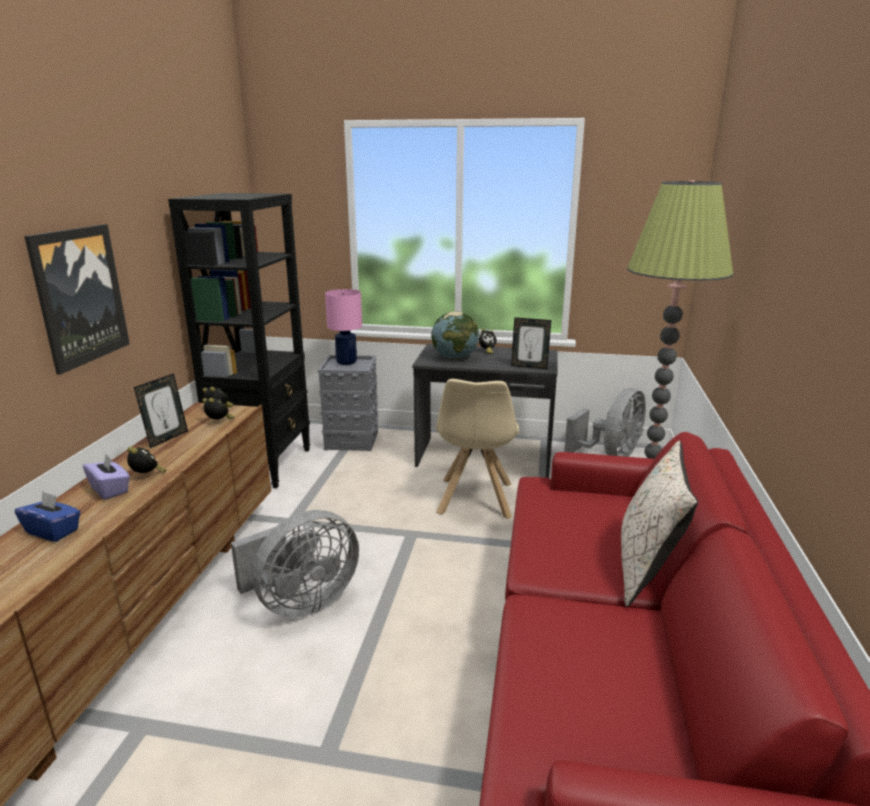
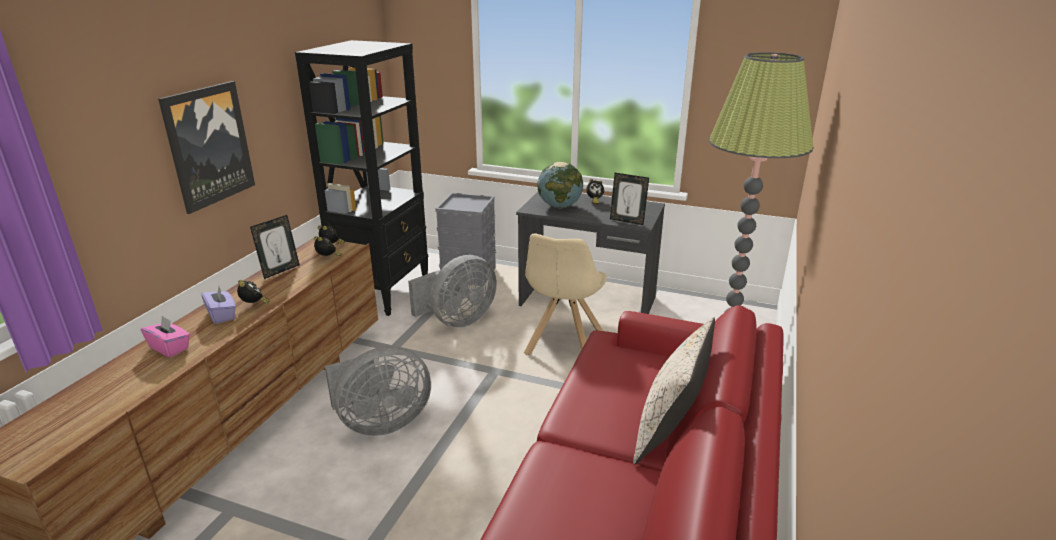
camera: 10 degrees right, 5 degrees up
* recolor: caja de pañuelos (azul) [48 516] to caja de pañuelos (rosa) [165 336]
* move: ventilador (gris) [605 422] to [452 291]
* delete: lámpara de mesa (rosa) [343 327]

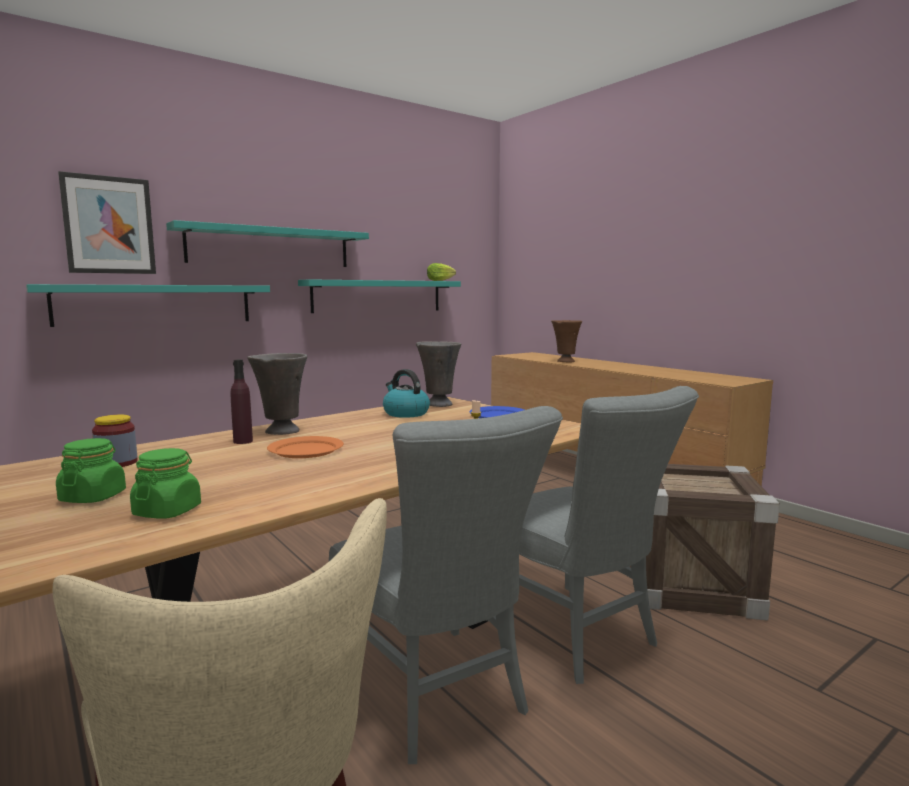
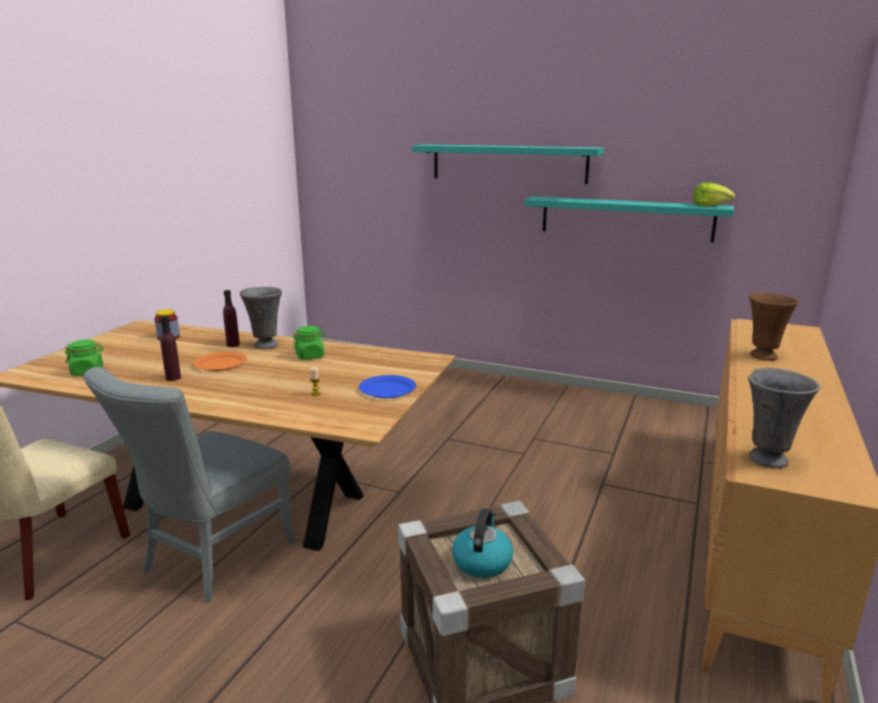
camera: 60 degrees right, 10 degrees up
* insert: botella (morado) [170 348]
* move: tarro (verde) [91 470] to [309 343]
* move: hervidor [406 393] to [482 543]
* move: florero (gris) [439 374] to [784 418]
* delete: estante (turquesa) [148 305]
* delete: cuadro [107 222]
* delete: silla (gris) [592 535]

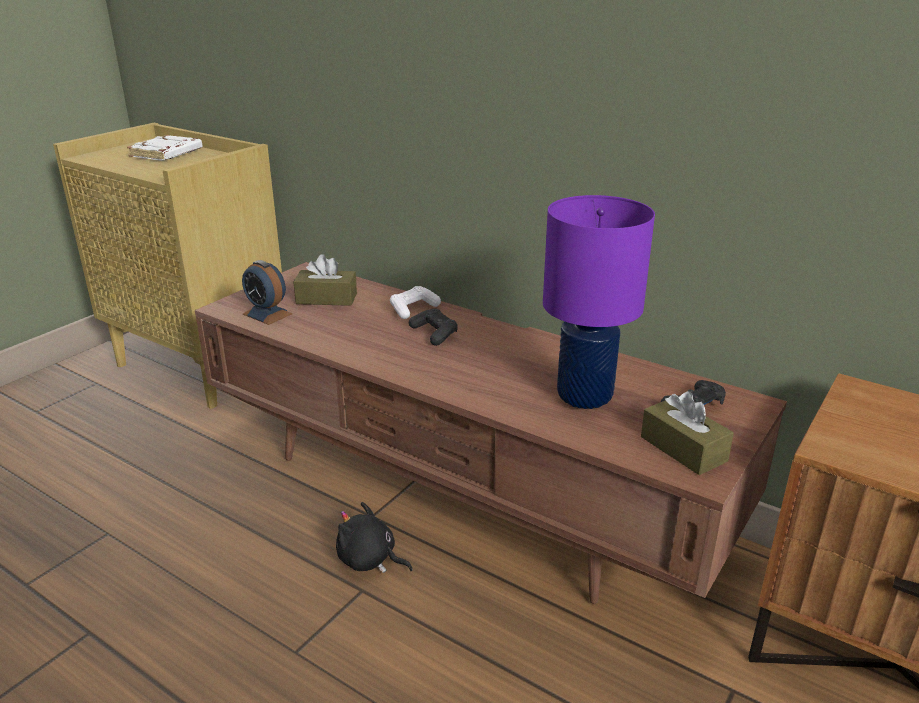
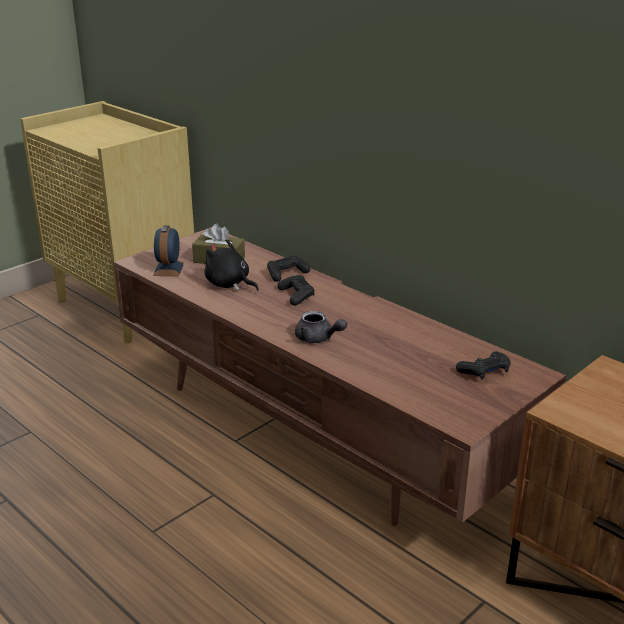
camera: 10 degrees right, 0 degrees up
* rotate: despertador [267 292] = [168 250] 45 degrees clockwise
* move: peluche (negro) [374 537] to [232 265]
* recolor: mando de consola (blanco) [415 302] to mando de consola (negro) [288 268]
* insert: tetera (gris) [321 327]
* delete: libro (blanco) [165 148]
* delete: lámpara de mesa (morado) [599 302]
* delete: caja de pañuelos (marrón) [687 433]

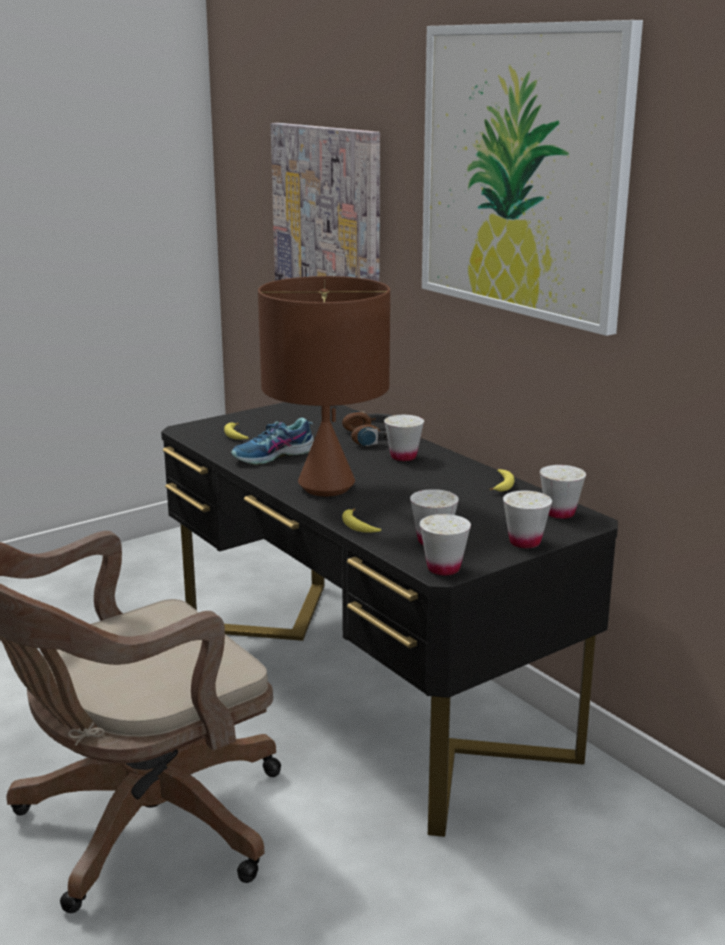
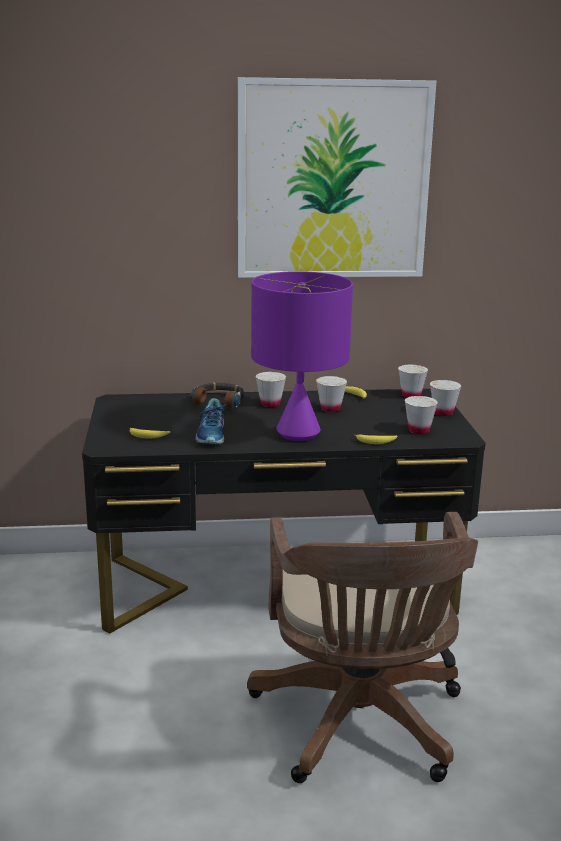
camera: 60 degrees left, 0 degrees up
* recolor: lámpara de mesa (marrón) [324 386] to lámpara de mesa (morado) [302 356]
* move: taza (blanco) [445 544] to [331 394]
* delete: cuadro [325 202]

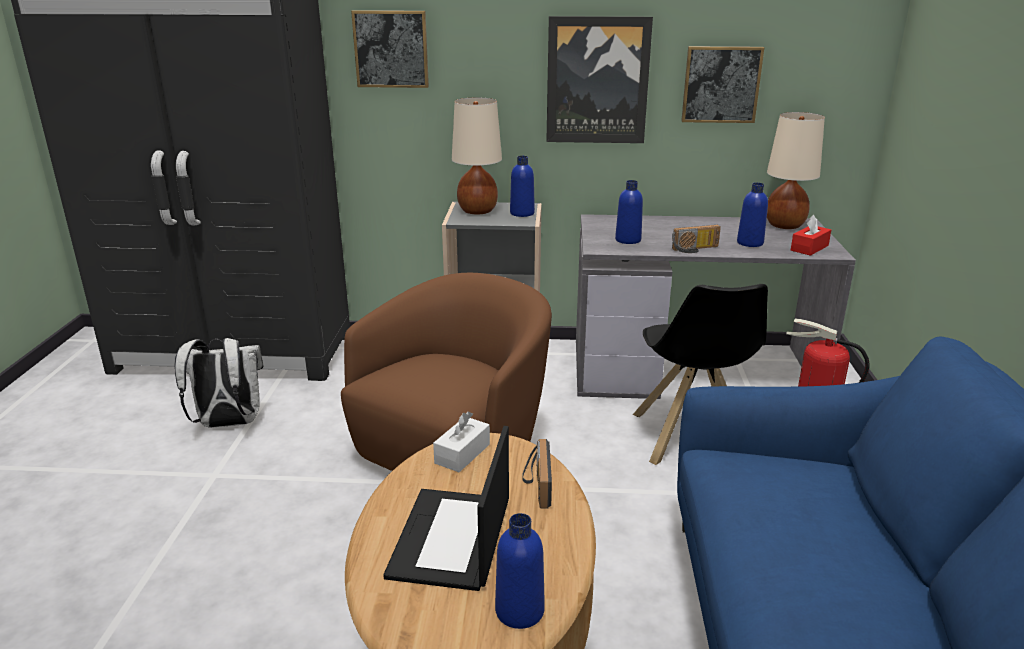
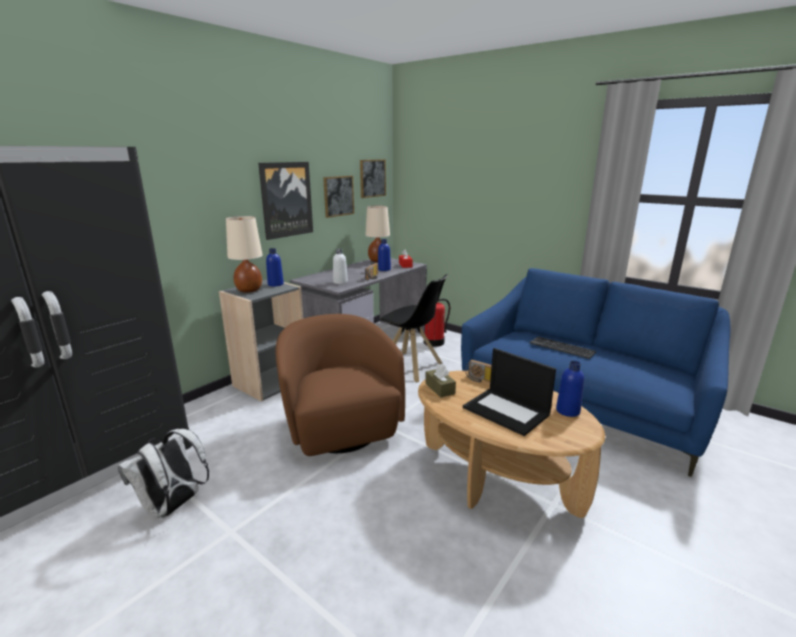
camera: 55 degrees left, 5 degrees down
* recolor: botella (azul) [629 212] to botella (blanco) [340 266]
* move: cuadro [390 49] to [373 178]
* recolor: caja de pañuelos (blanco) [461 441] to caja de pañuelos (marrón) [440 381]
* insert: teclado [562 348]

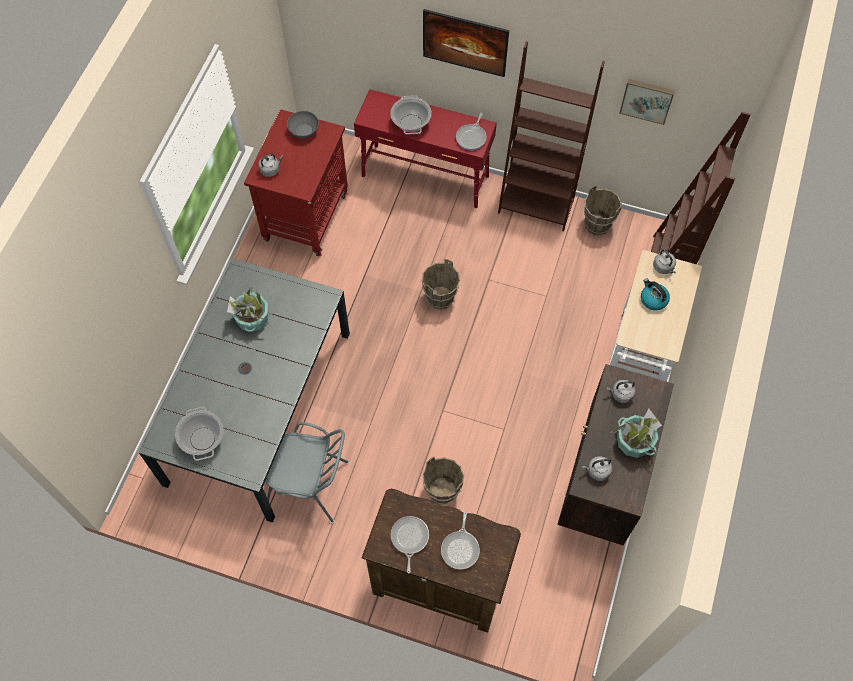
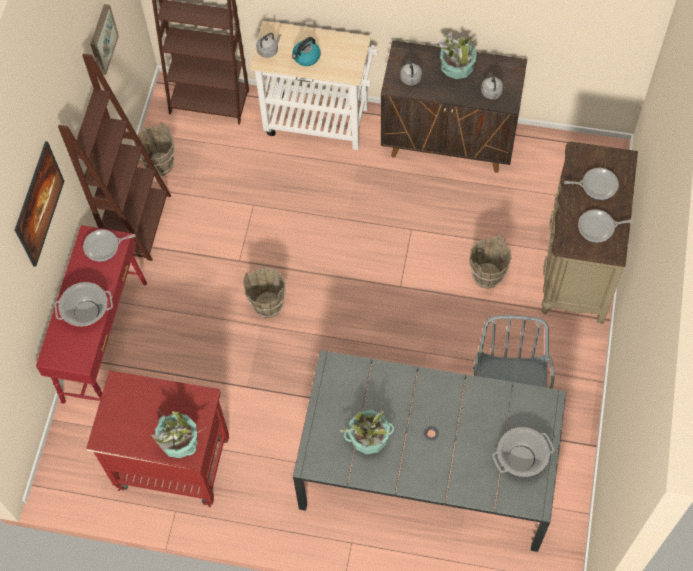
camera: 95 degrees left, 0 degrees up
* rotate: sartén [471 131] = [109 245] 150 degrees clockwise
* replace: hervidor (gris) [270 165] to planta en maceta [179 434]
* delete: cuenco (gris) [303 124]

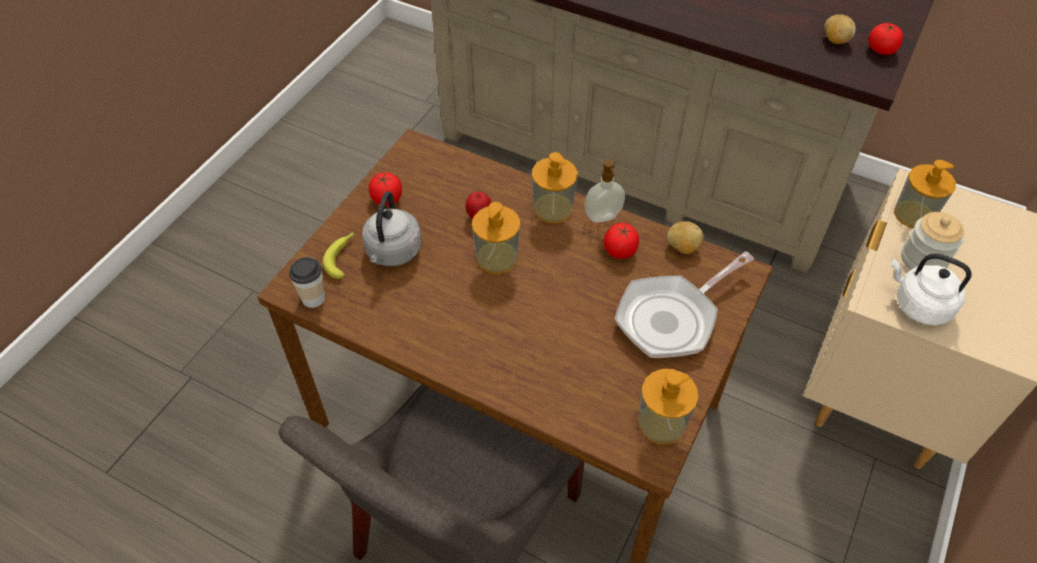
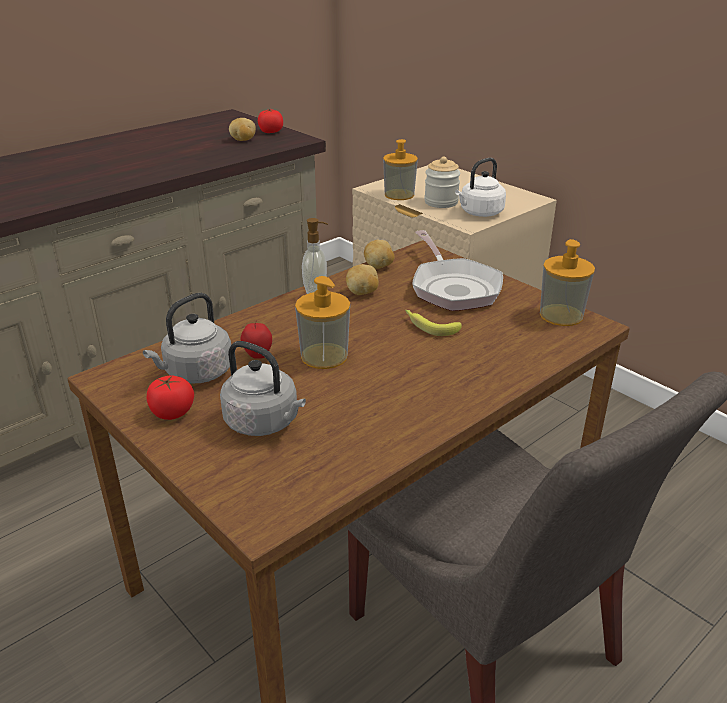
camera: 70 degrees left, 20 degrees down
* insert: hervidor (gris) [187 338]
* replace: tomate [621 241] to patata [362 279]
* move: plátano [338 255] to [433 323]
* delete: taza [307 282]
* delete: dispensador de jabón [555 187]

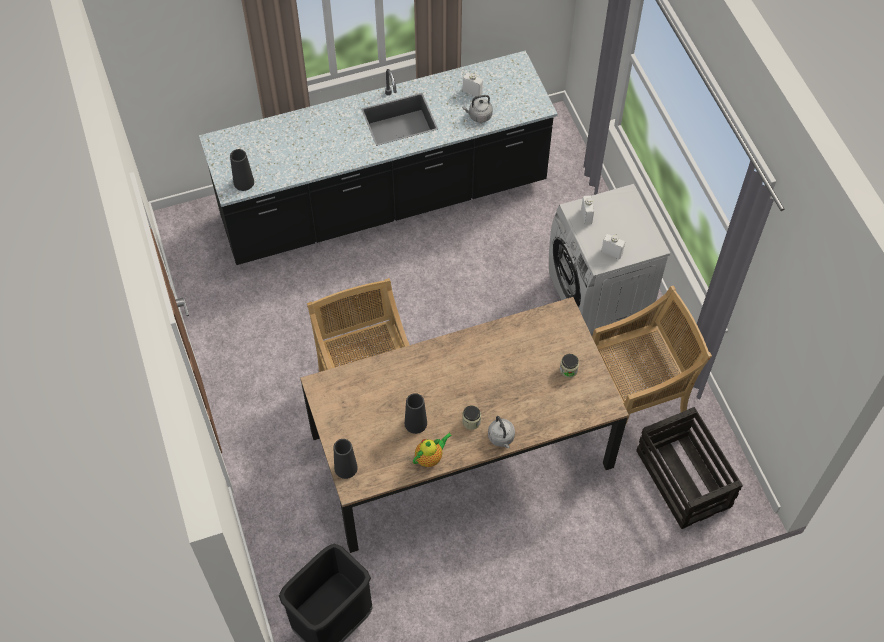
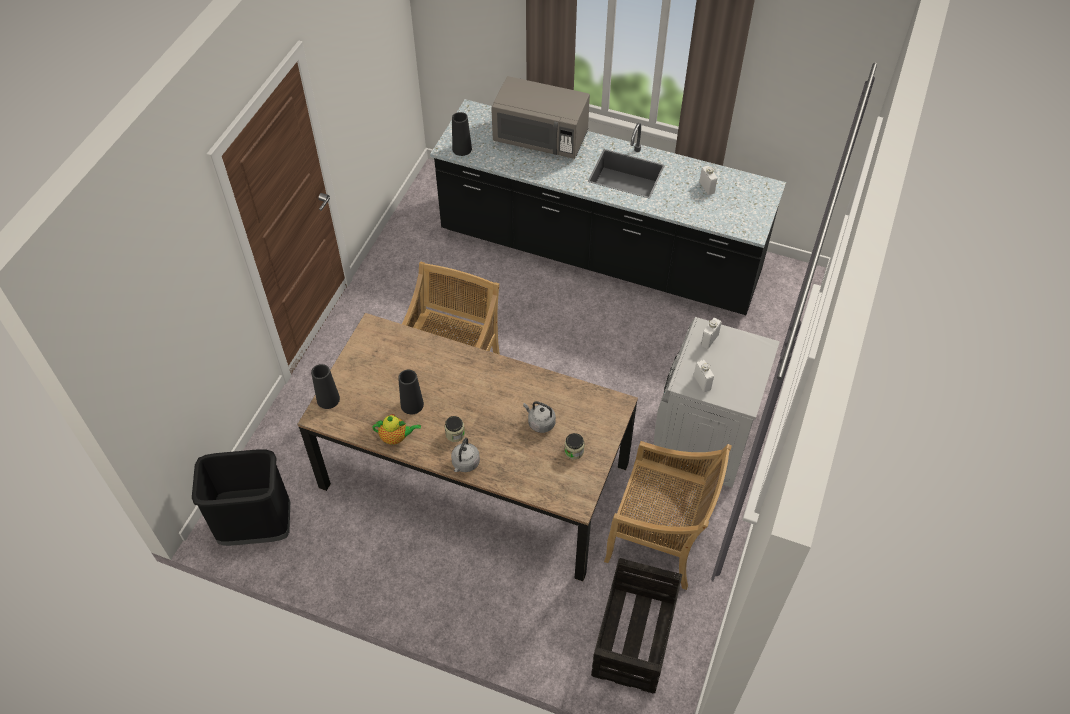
camera: 40 degrees right, 5 degrees down
* insert: microondas (gris) [540 117]
* move: hervidor (gris) [477 109] to [539 417]

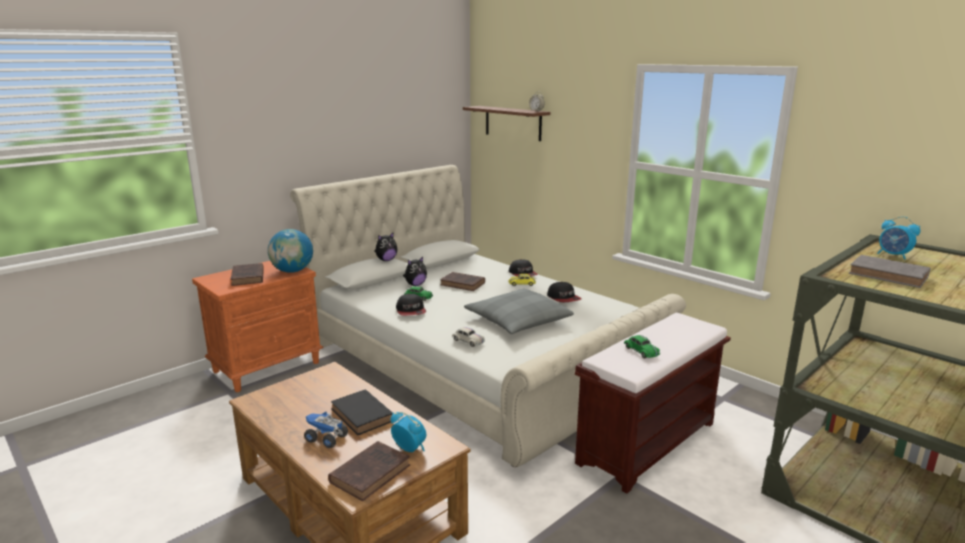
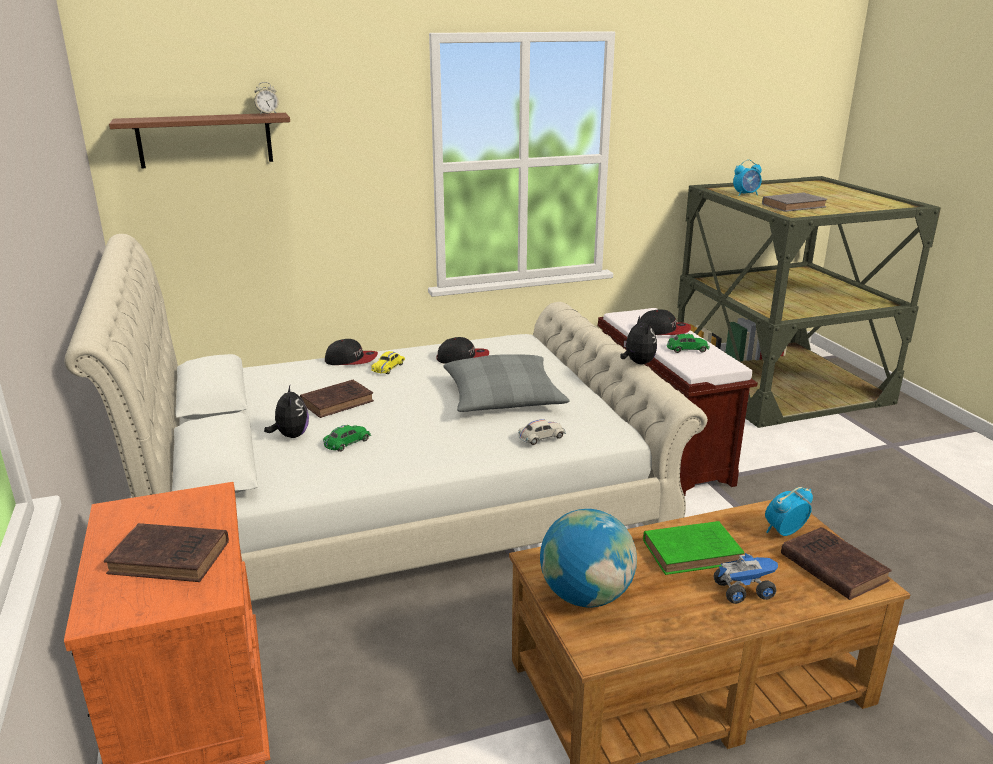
camera: 65 degrees left, 5 degrees up
* move: globo terráqueo [290 251] to [588 558]
* move: peluche [385 247] to [638 340]
* move: gorra [411 305] to [665 322]
* recolor: libro (negro) [361 412] to libro (verde) [693 548]
* rotate: camión de juguete [326 429] = [746 578] 150 degrees counterclockwise

